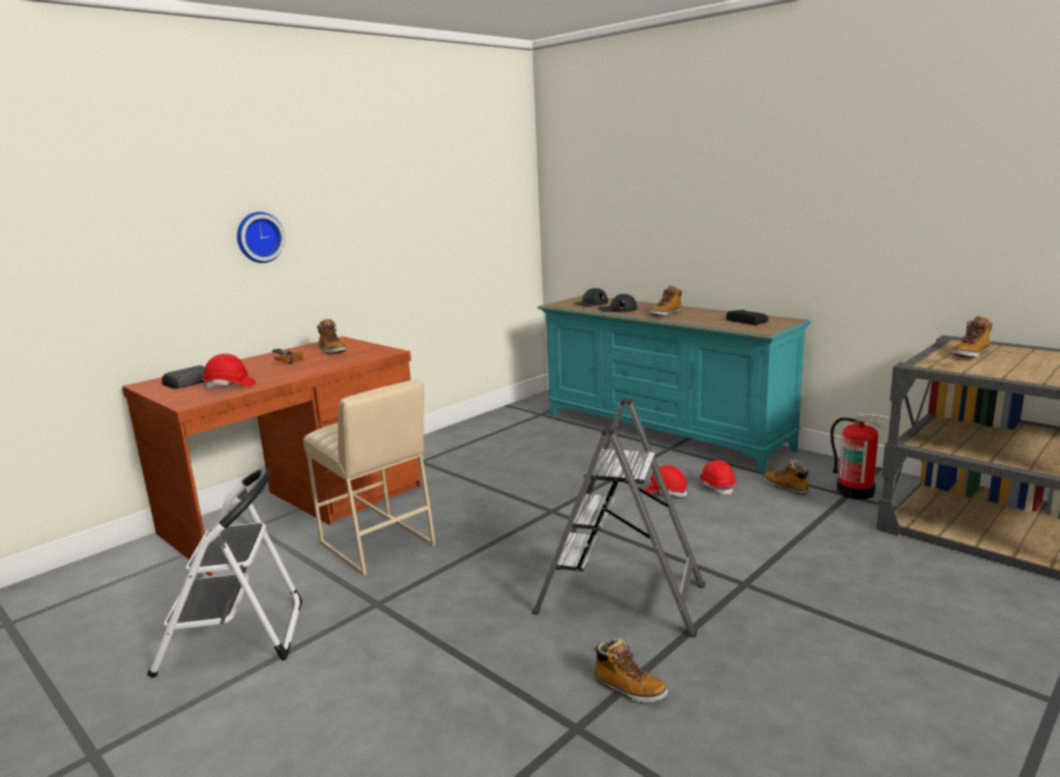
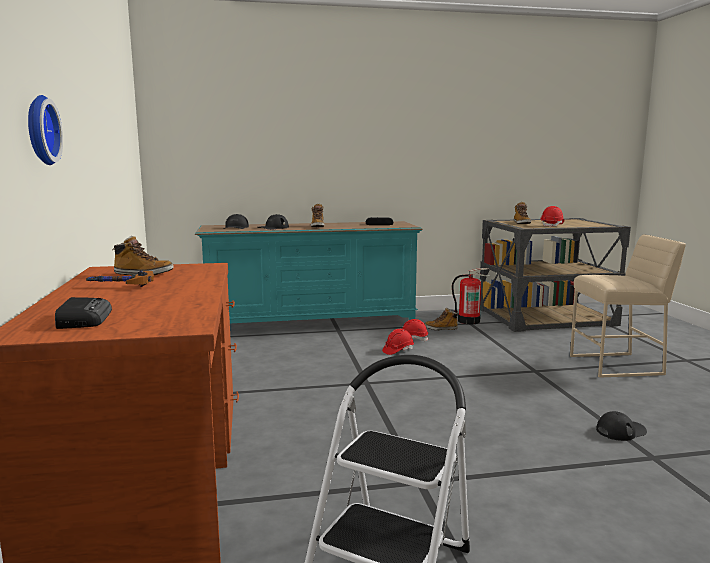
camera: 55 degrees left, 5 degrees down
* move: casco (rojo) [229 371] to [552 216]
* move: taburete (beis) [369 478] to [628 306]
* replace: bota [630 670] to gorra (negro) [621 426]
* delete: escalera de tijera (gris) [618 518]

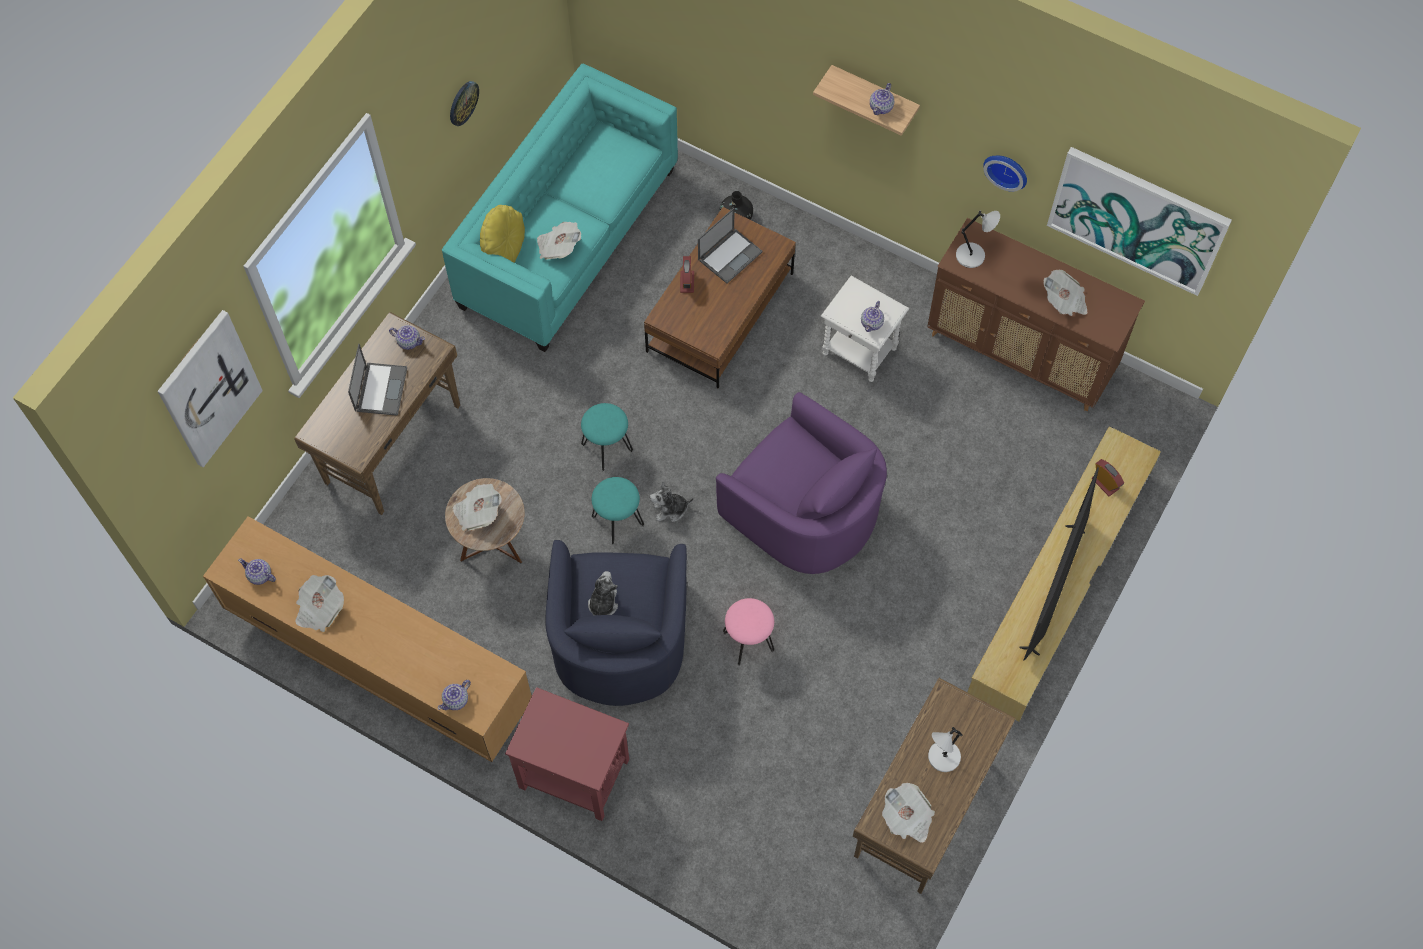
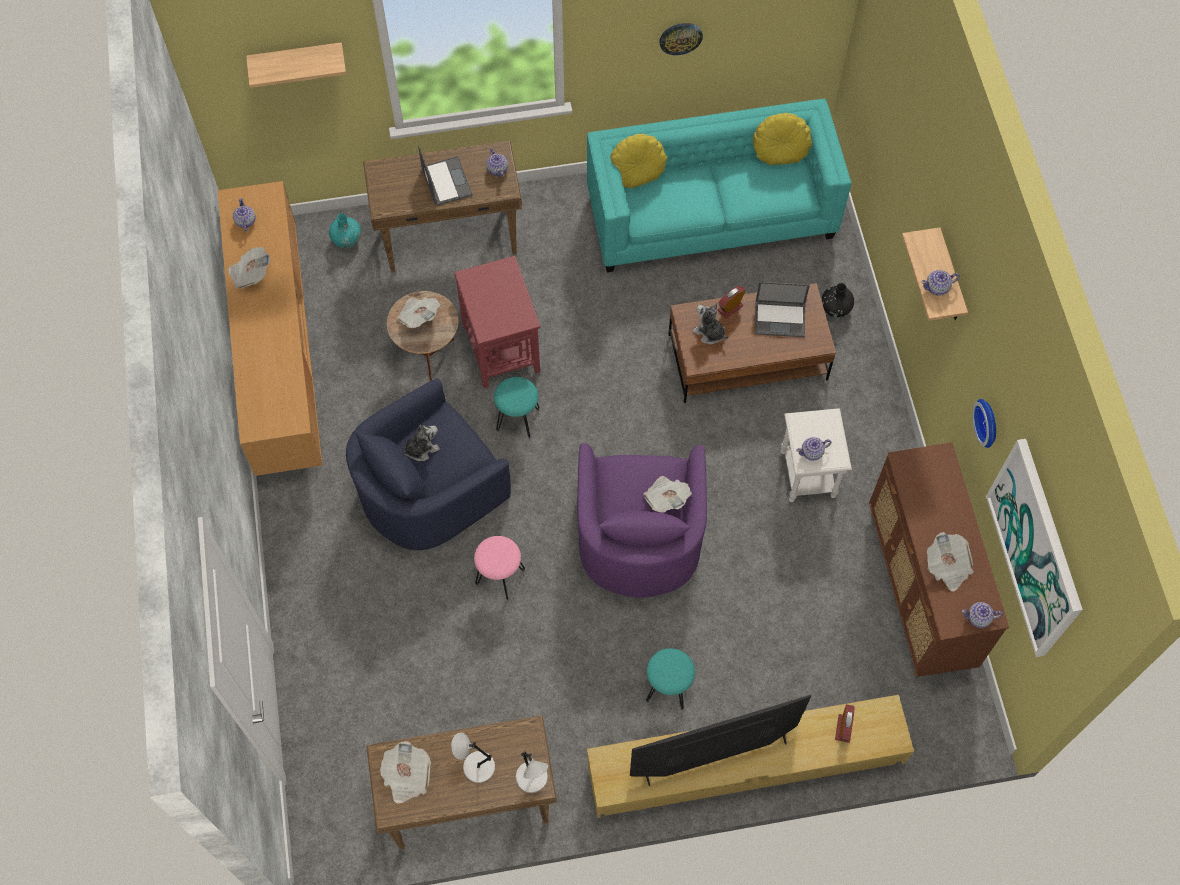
camera: 50 degrees right, 0 degrees up
* replace: cuadro [210 388] to estante [296 65]
* insert: florero (turquesa) [345 230]
* rotate: portátil [377 380] = [445 176] 75 degrees counterclockwise
* move: mesa auxiliar (rojo) [567 754] to [497 322]
* move: lámpara de mesa (gris) [978 239] to [532 772]
* move: periódico [559 240] to [667 494]
* move: taburete (turquesa) [607 437] to [670 679]
* move: peluche [672 501] to [710 323]
* insert: cojín (amarillo) [782 139]
* move: tetera [454 695] to [982 615]

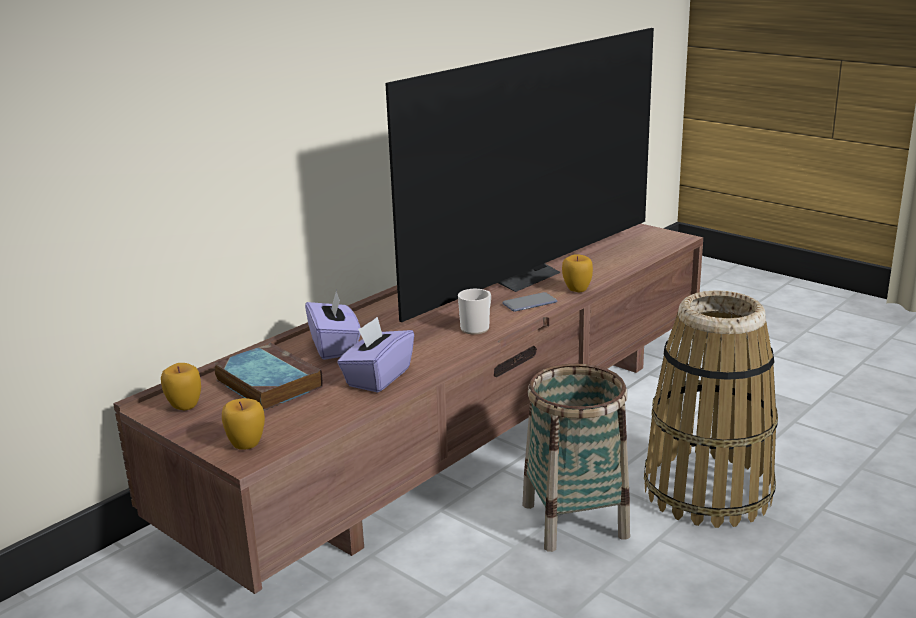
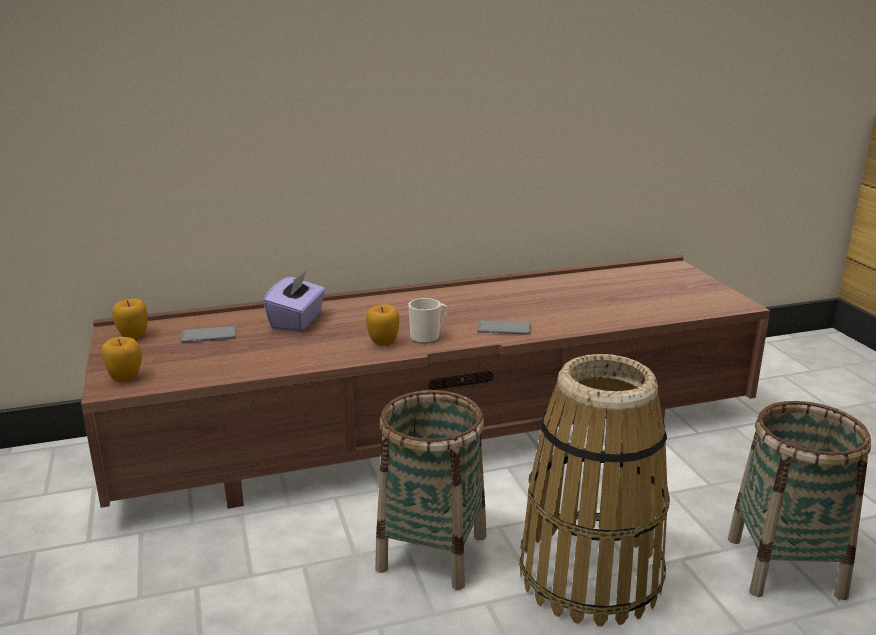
camera: 30 degrees right, 0 degrees up
* replace: libro [268 377] to móvil [208 334]
* move: manzana [577 273] to [382 325]
* insert: cesta [799 500]
* delete: caja de pañuelos (morado) [375 355]
* delete: televisor [519 175]

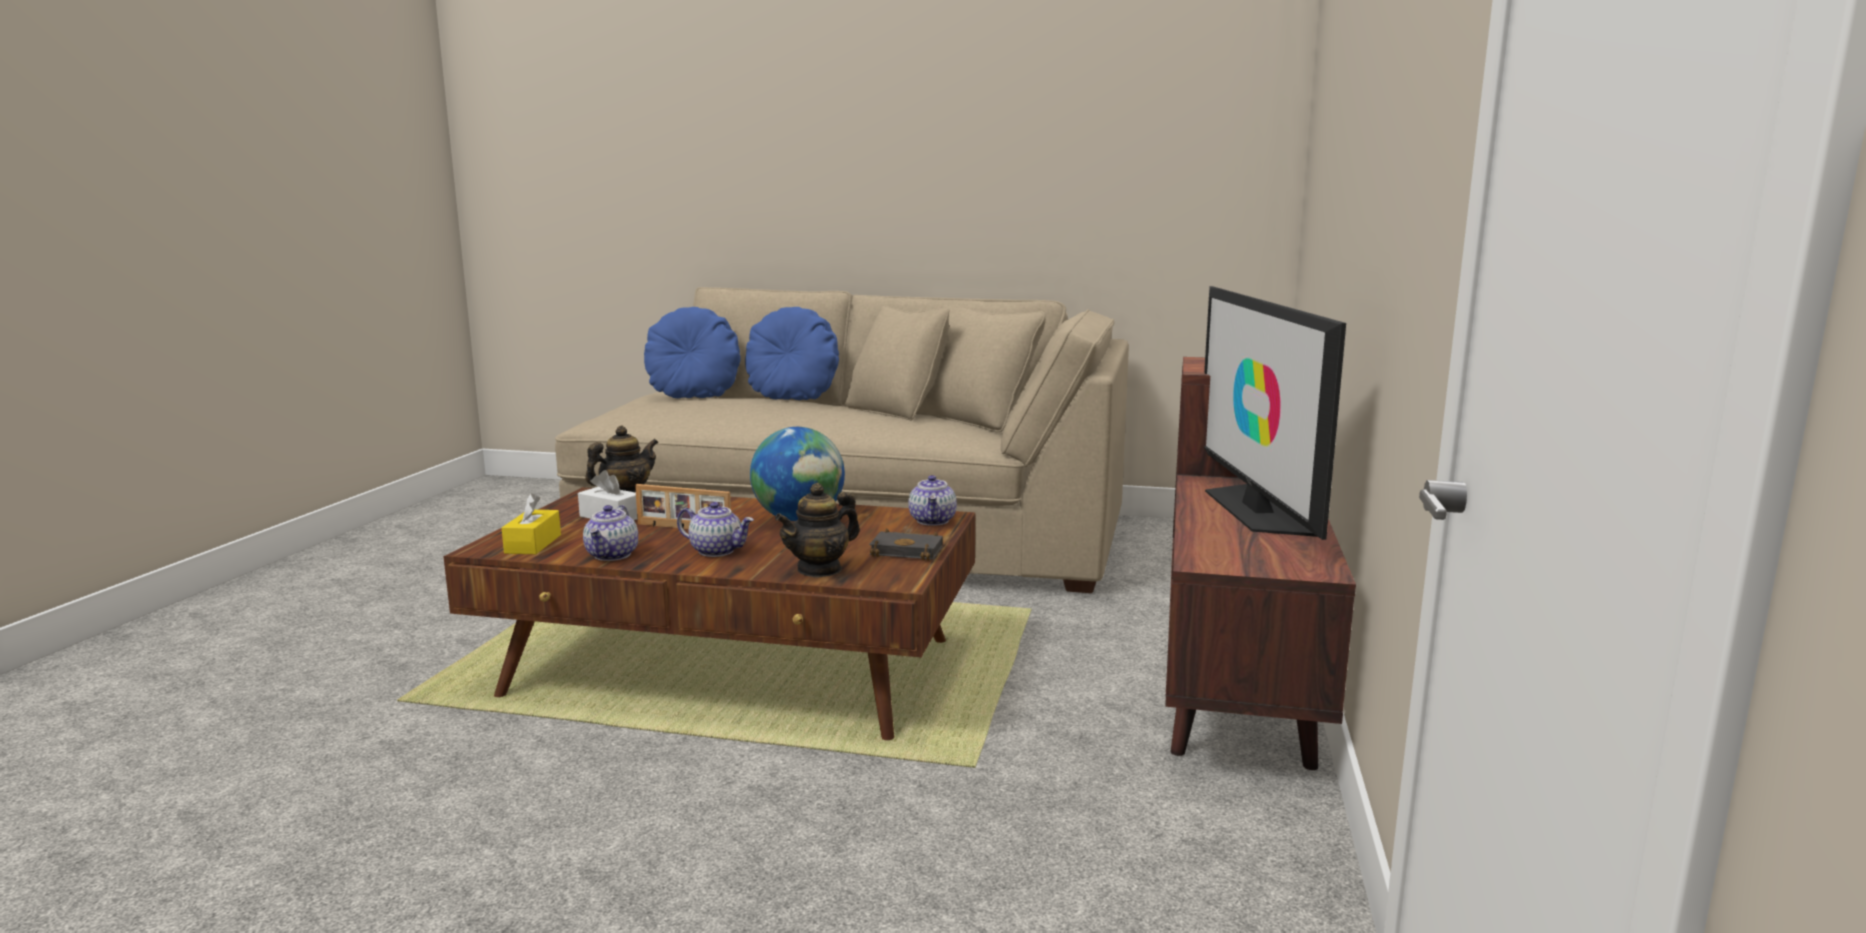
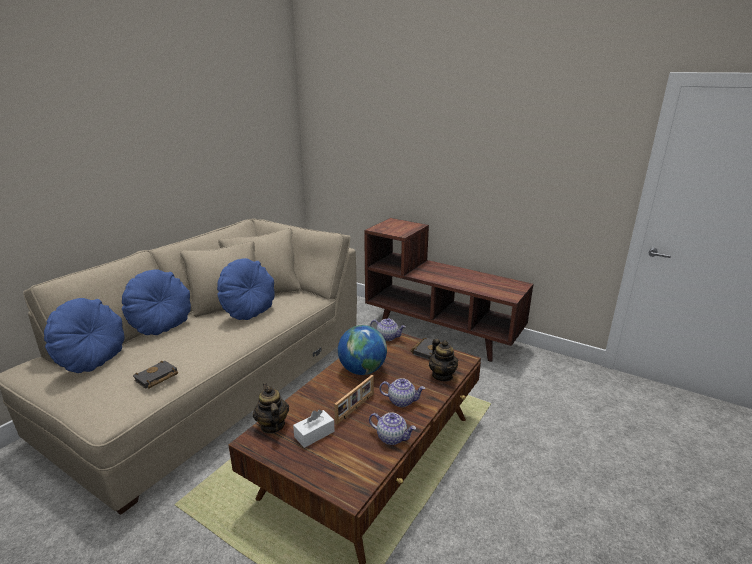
camera: 70 degrees left, 10 degrees up
* insert: libro (negro) [155 375]
* insert: cojín (azul) [246 289]
* rotate: tetera [715 529] = [402 392] 60 degrees clockwise
* delete: caja de pañuelos (amarillo) [531 523]
* delete: televisor [1275 413]

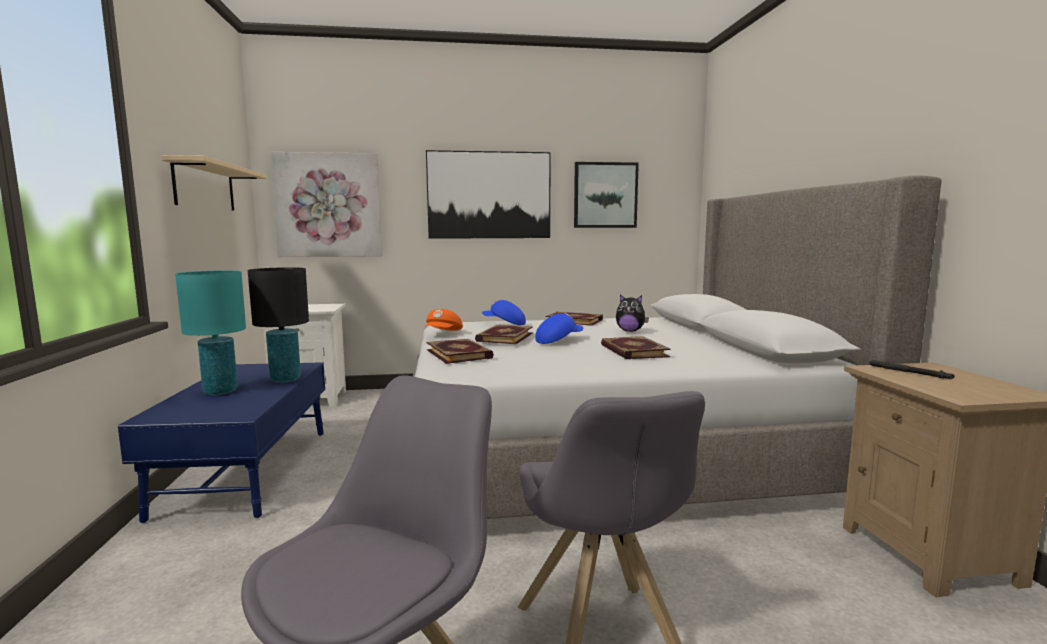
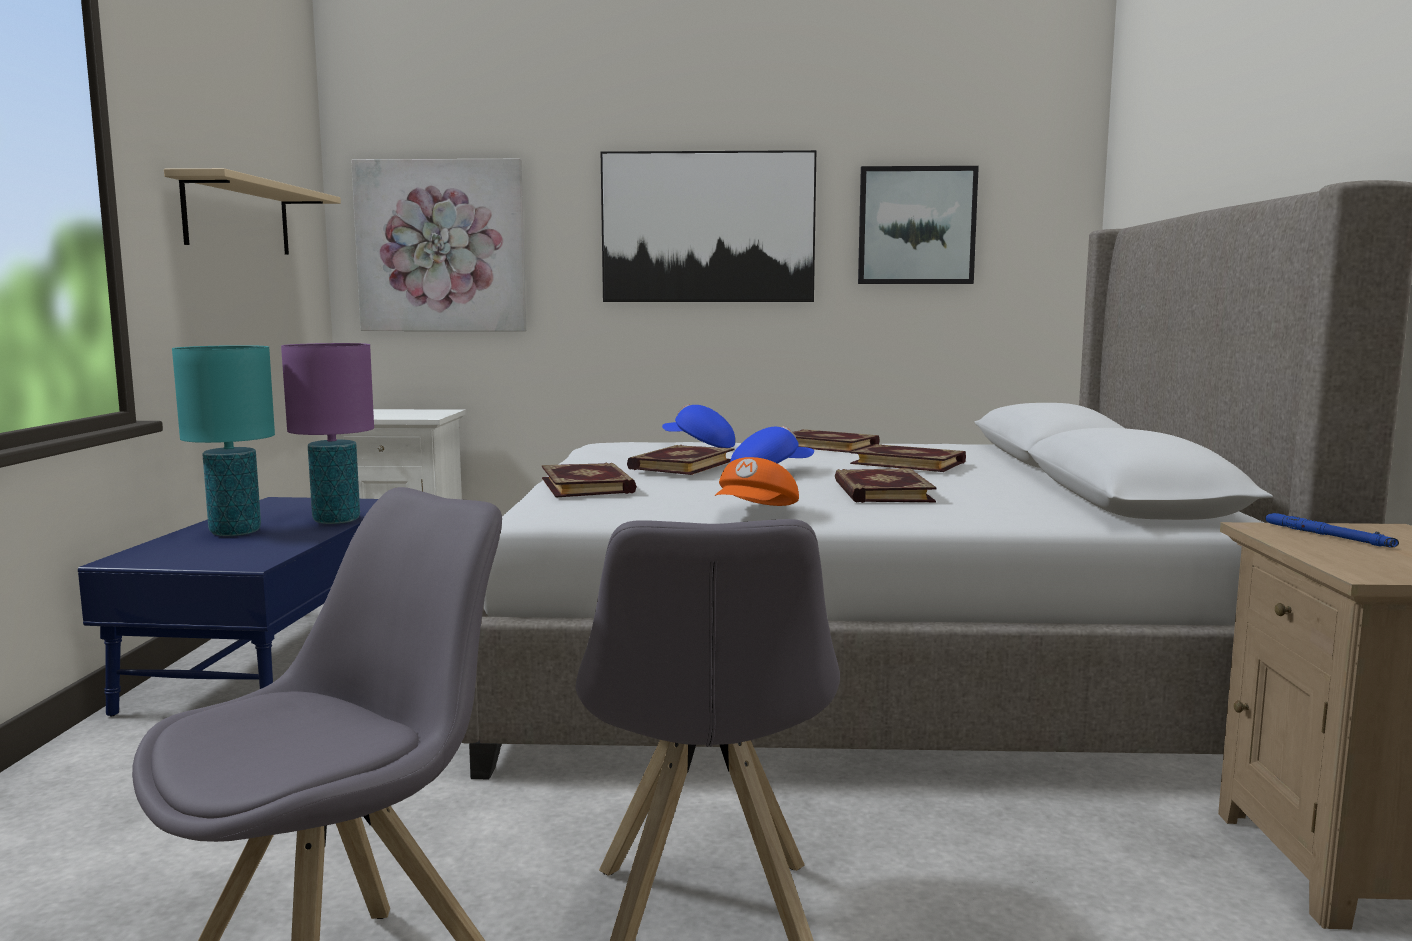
camera: 10 degrees right, 0 degrees up
* recolor: lámpara de mesa (negro) [278 325] to lámpara de mesa (morado) [327 433]
* move: gorra (naranja) [443 320] to [757 481]
* replace: peluche [632 313] to libro [908 458]
* recolor: linterna (negro) [912 369] to linterna (azul) [1332 530]

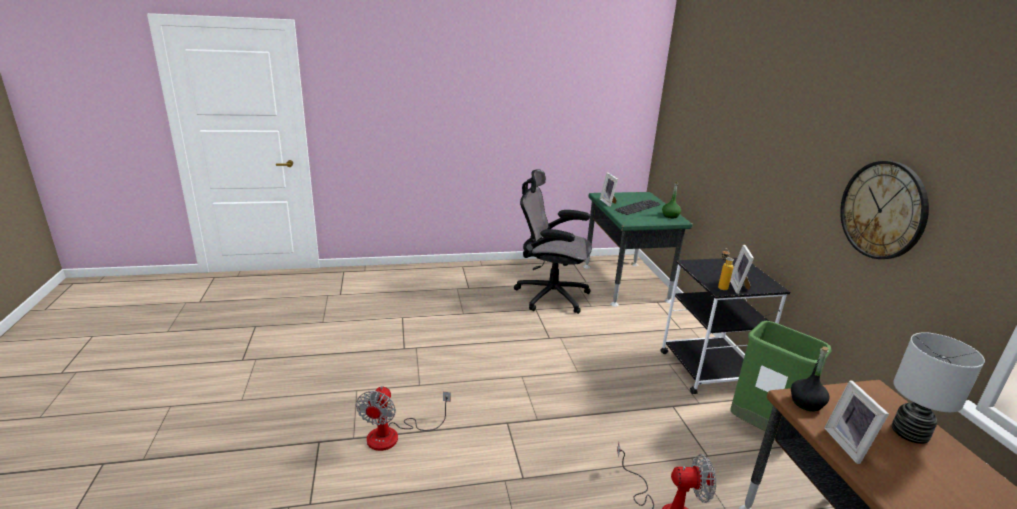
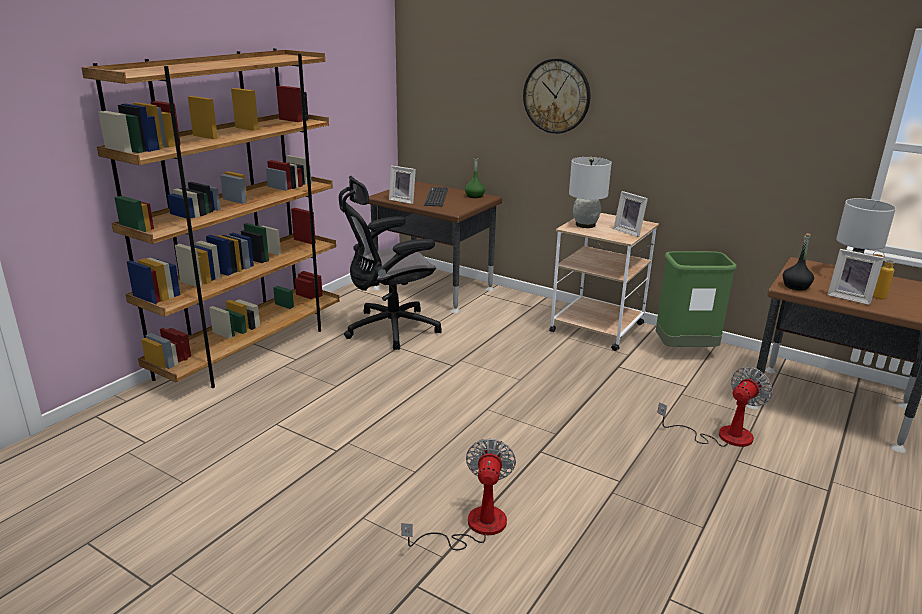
camera: 45 degrees left, 0 degrees up
* insert: estantería (marrón) [210 218]
* recolor: escritorio (verde) [638 249] to escritorio (marrón) [435 247]
* rotate: ventilador [403 418] = [458 494] 135 degrees counterclockwise
* move: reloj de pared [884 210] to [556 96]
* recolor: carrito (negro) [725 326] to carrito (beis) [604 282]
* insert: lámpara de mesa (blanco) [590 192]
* move: botella [726 269] to [884 275]

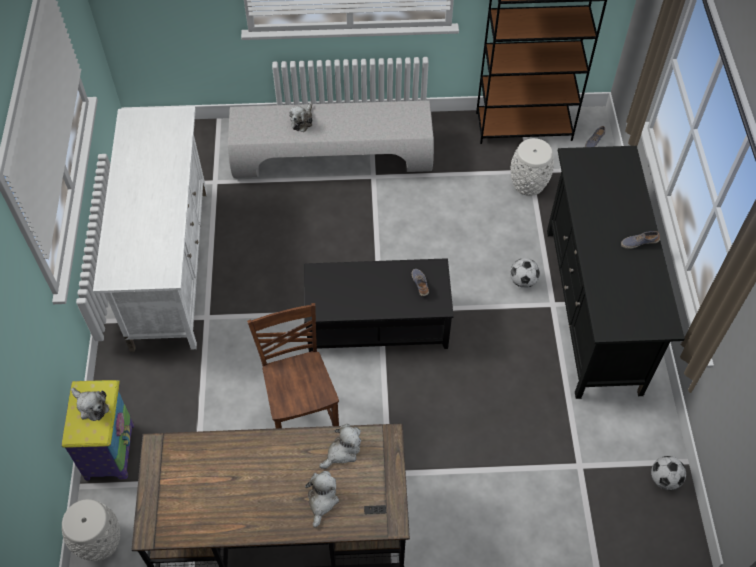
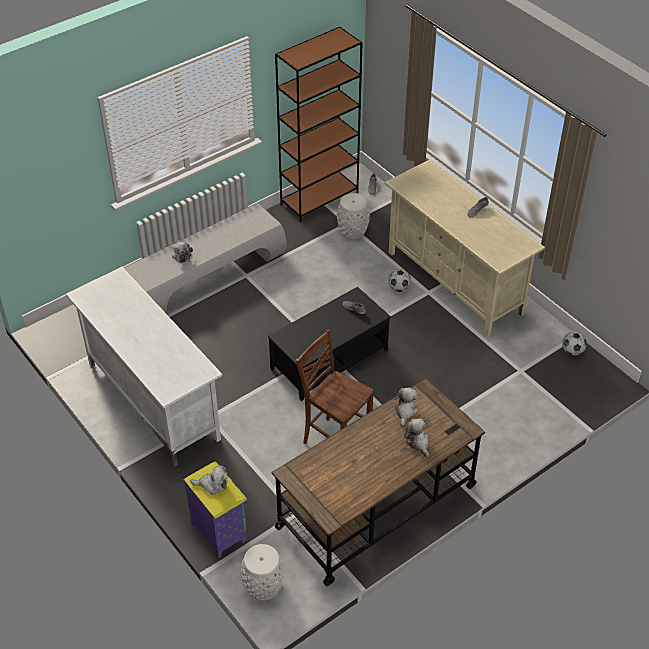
camera: 35 degrees left, 10 degrees down
* recolor: cómoda (negro) [616 272] to cómoda (beis) [465 248]

